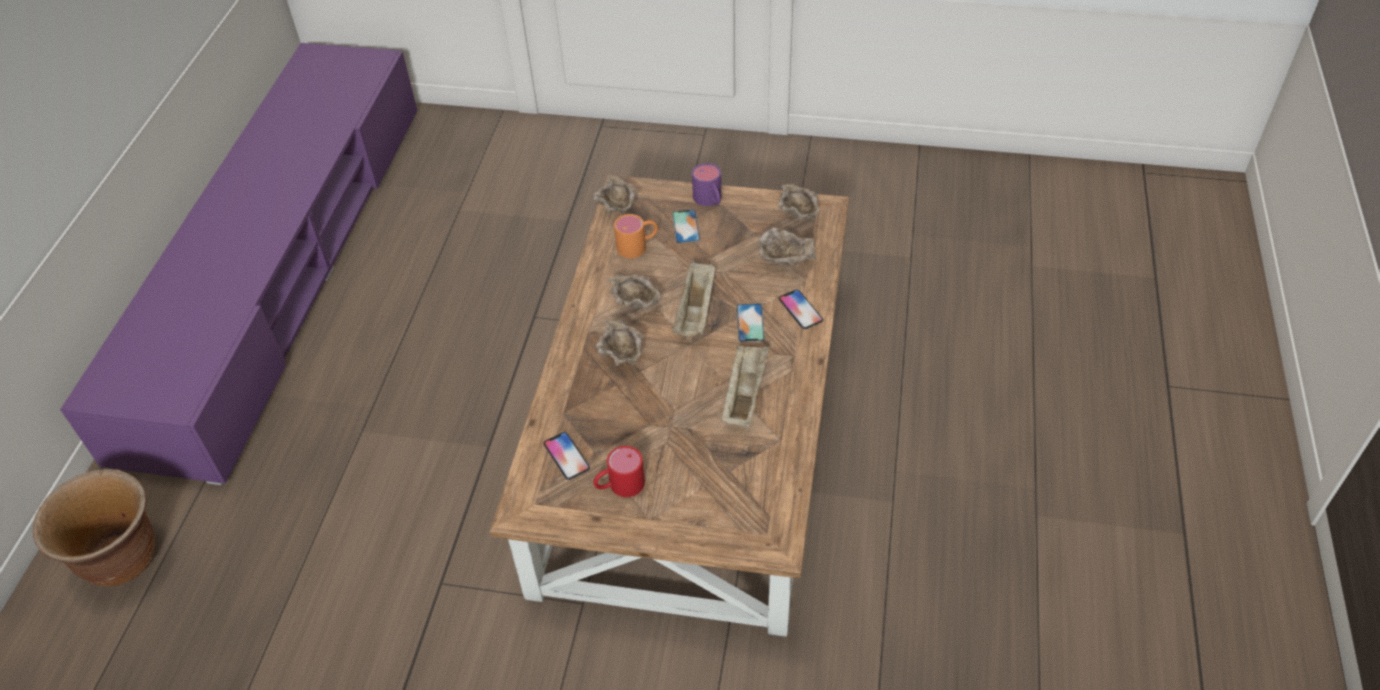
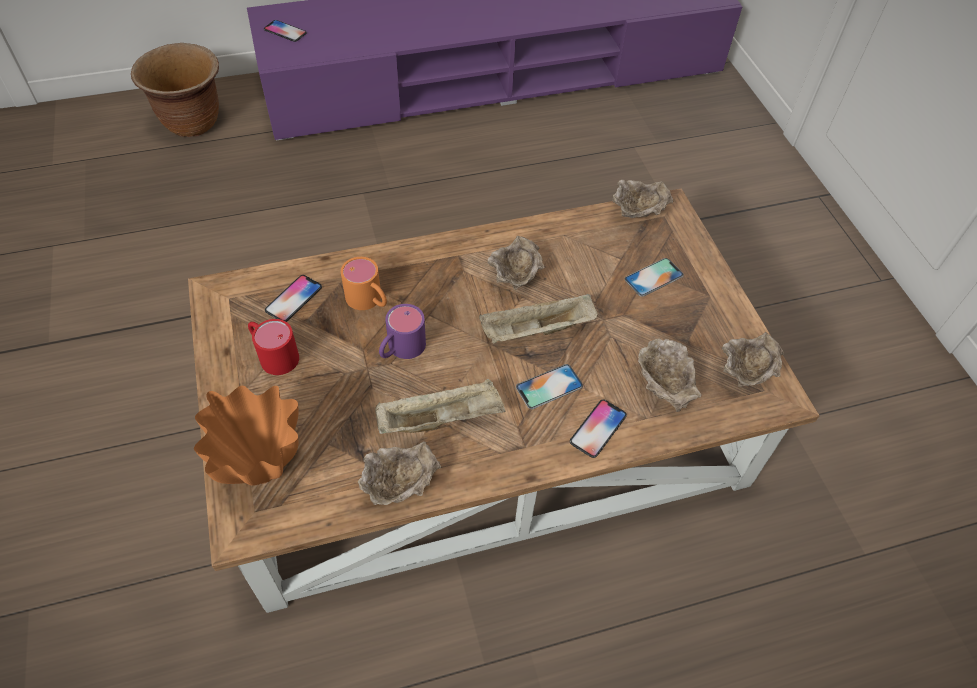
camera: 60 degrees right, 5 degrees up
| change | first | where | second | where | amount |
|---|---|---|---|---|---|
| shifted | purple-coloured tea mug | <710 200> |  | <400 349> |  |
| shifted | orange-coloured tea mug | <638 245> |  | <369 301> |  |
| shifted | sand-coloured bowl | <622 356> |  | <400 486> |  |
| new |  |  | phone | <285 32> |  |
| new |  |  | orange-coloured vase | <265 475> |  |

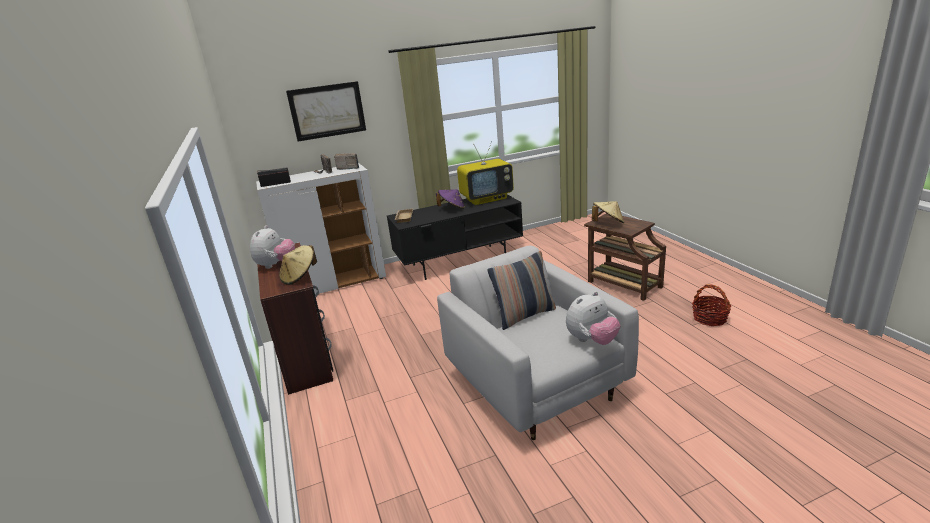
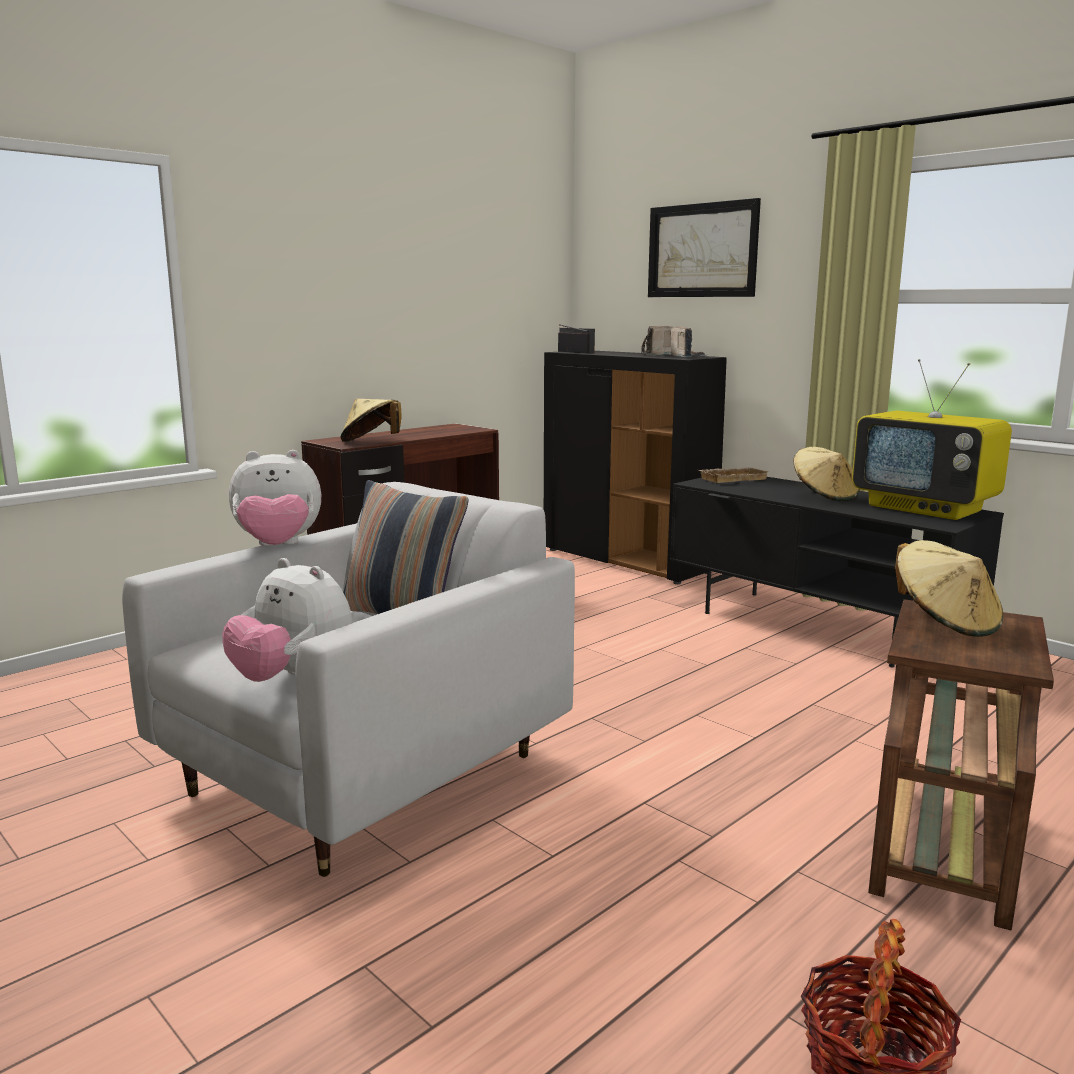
camera: 65 degrees right, 10 degrees down
| change | first | where | second | where | amount |
|---|---|---|---|---|---|
| repainted | whitish storage cabinet | <336 284> | black storage cabinet | <627 561> |  |
| repainted | purple-coloured hat | <452 208> | sand-coloured hat | <824 495> |  |
| shifted | plush toy | <276 265> |  | <278 547> |  |

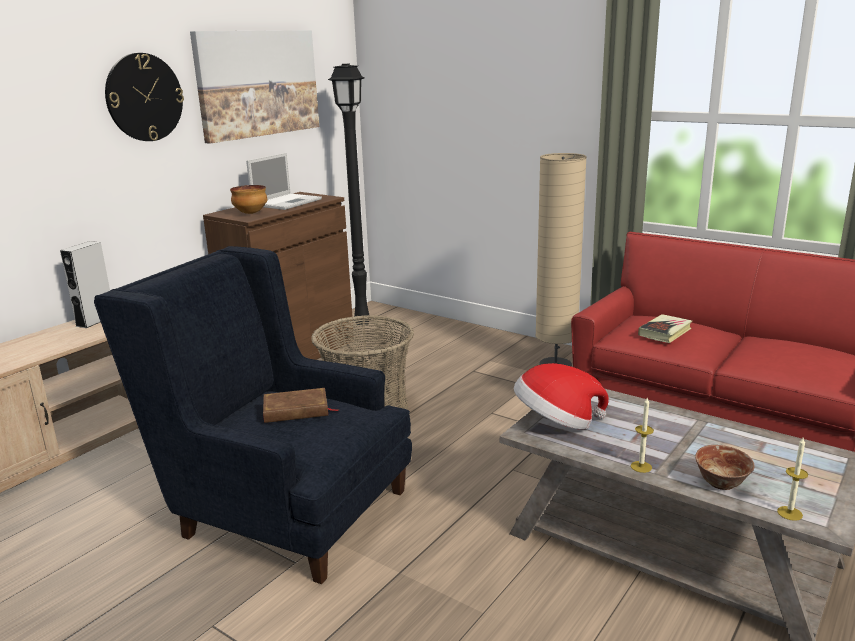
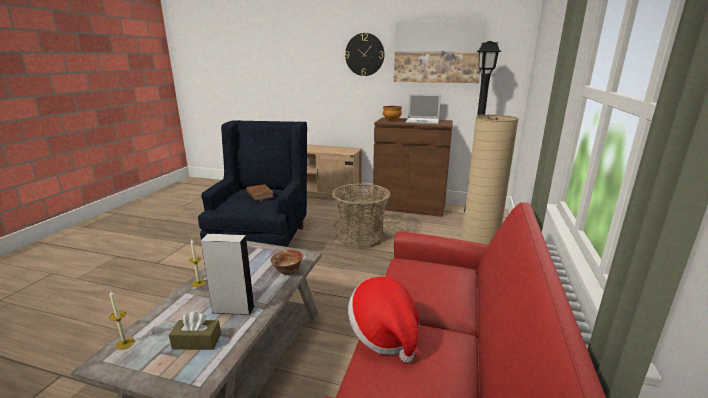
camera: 70 degrees right, 0 degrees up
| change | first | where | second | where | amount |
|---|---|---|---|---|---|
| shifted | greyish loudspeaker | <95 321> |  | <233 309> |  |
| gone | volume | <665 332> |  |  |  |
| shifted | hat | <556 423> |  | <384 334> |  |
| shifted | bowl | <721 483> |  | <288 271> |  |
| new |  |  | brown-coloured box of tissues | <197 341> |  |

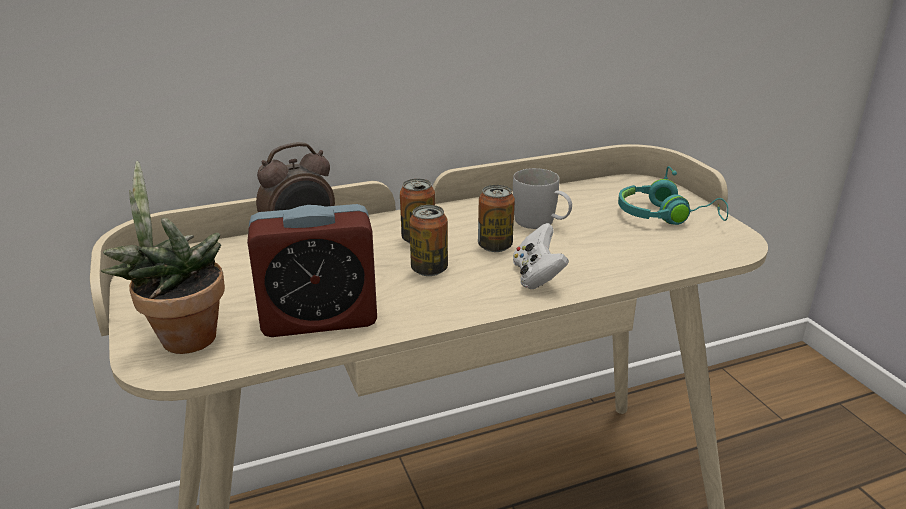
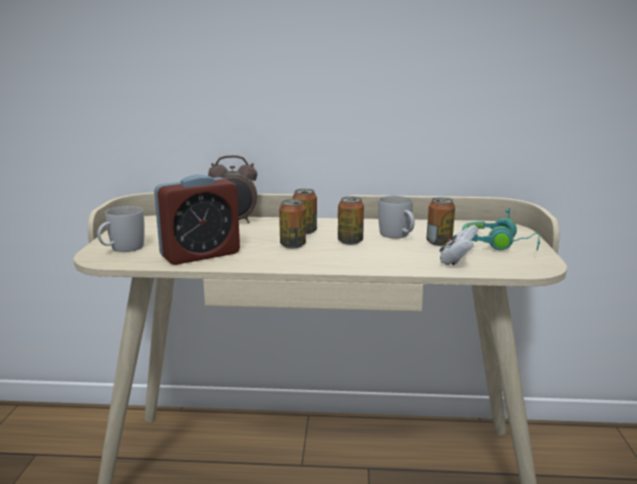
camera: 25 degrees right, 10 degrees down
| change | first | where | second | where | amount |
|---|---|---|---|---|---|
| swapped | houseplant | <182 336> | whitish tea mug | <122 249> |  |
| rotated | table clock | <319 319> |  | <200 255> | 45 degrees counterclockwise |
| shifted | whitish game controller | <537 276> |  | <457 260> |  |
| new |  |  | can | <439 243> |  |

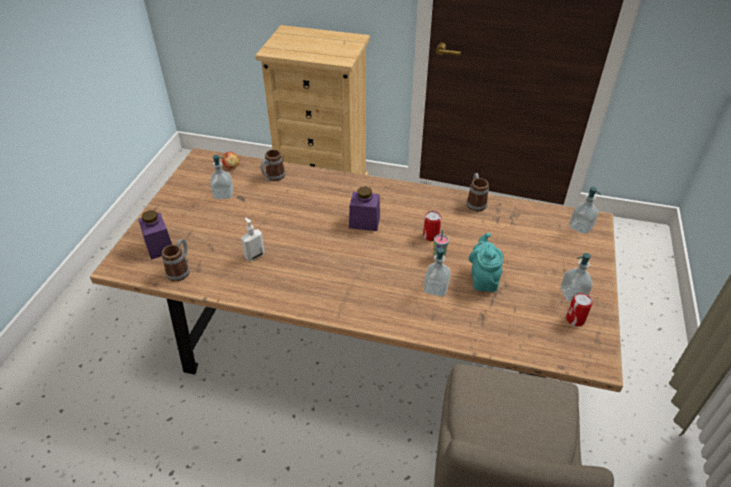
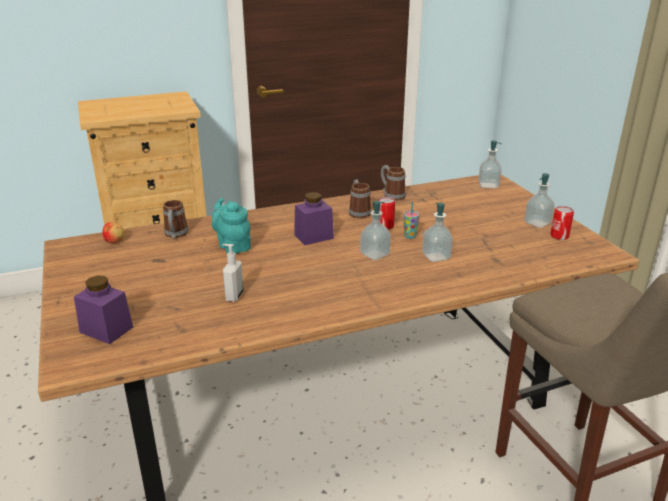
camera: 35 degrees left, 15 degrees down
| change | first | where | second | where | amount |
|---|---|---|---|---|---|
| shifted | liquid soap bottle | <223 194> |  | <375 254> |  |
| shifted | blue-green teapot | <483 279> |  | <233 246> |  |
| shifted | tea mug | <181 270> |  | <358 212> |  |

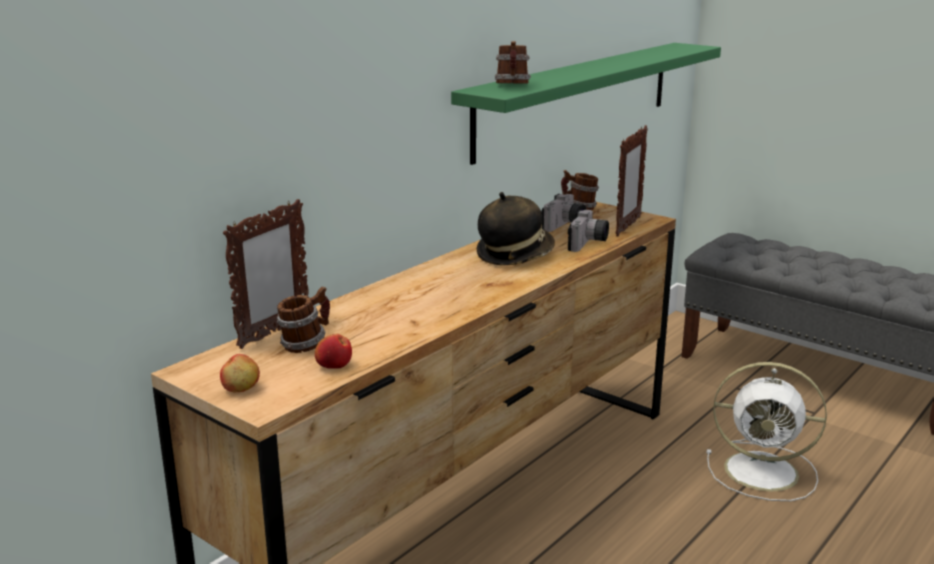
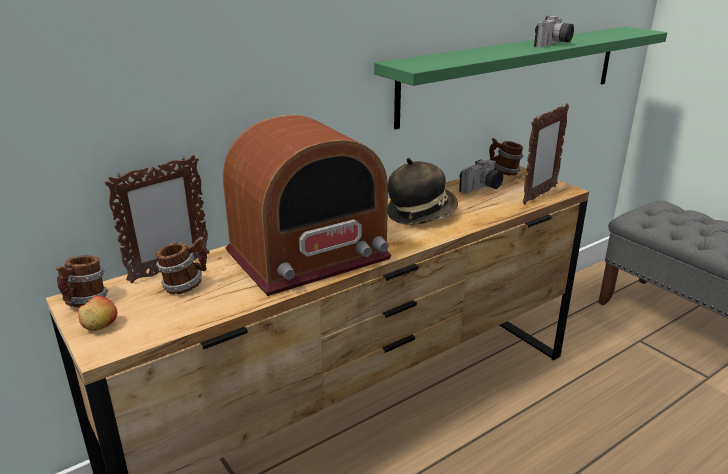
camera: 15 degrees right, 5 degrees up
| change | first | where | second | where | amount |
|---|---|---|---|---|---|
| shifted | tea mug | <512 86> |  | <85 303> |  |
| shifted | photo camera | <588 244> |  | <554 44> |  |
| gone | apple fruit | <333 365> |  |  |  |
| gone | whitish cooling fan | <764 472> |  |  |  |
| new |  |  | radio receiver | <308 256> |  |

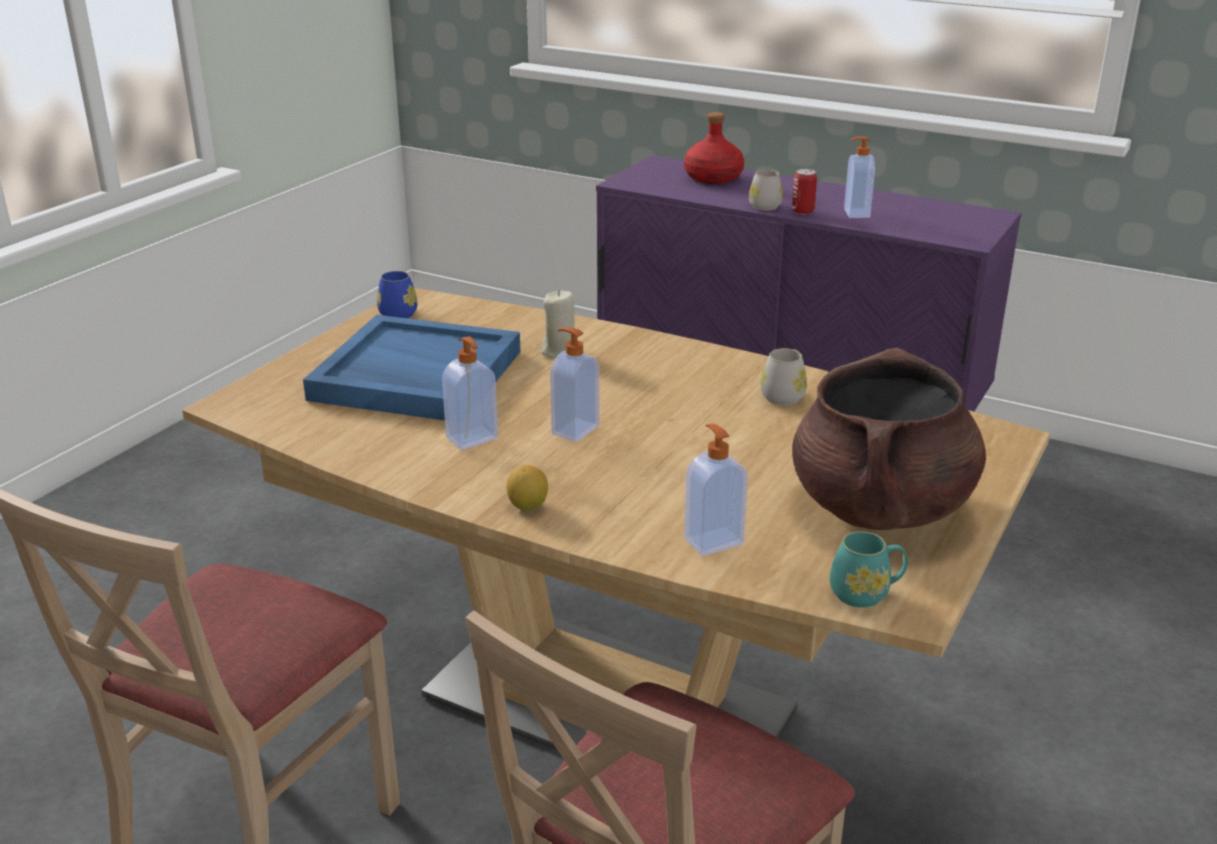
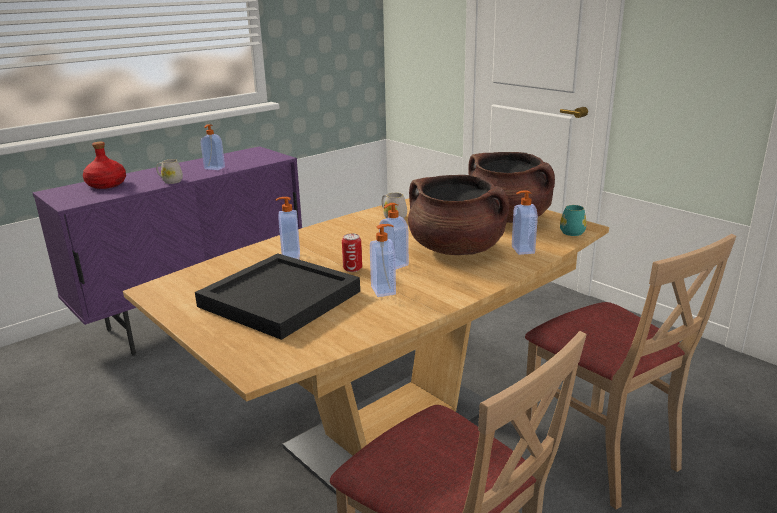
camera: 70 degrees left, 5 degrees down
| change | first | where | second | where | amount |
|---|---|---|---|---|---|
| shifted | can | <802 211> |  | <352 269> |  |
| gone | blue-coloured tea mug | <399 312> |  |  |  |
| swapped | sand-coloured candle | <561 351> | liquid soap bottle | <290 256> |  |
| repainted | blue-coloured tray | <415 376> | black tray | <280 299> |  |
| gone | citrus fruit | <528 506> |  |  |  |
| new |  |  | brown-coloured saucepot | <456 249> |  |

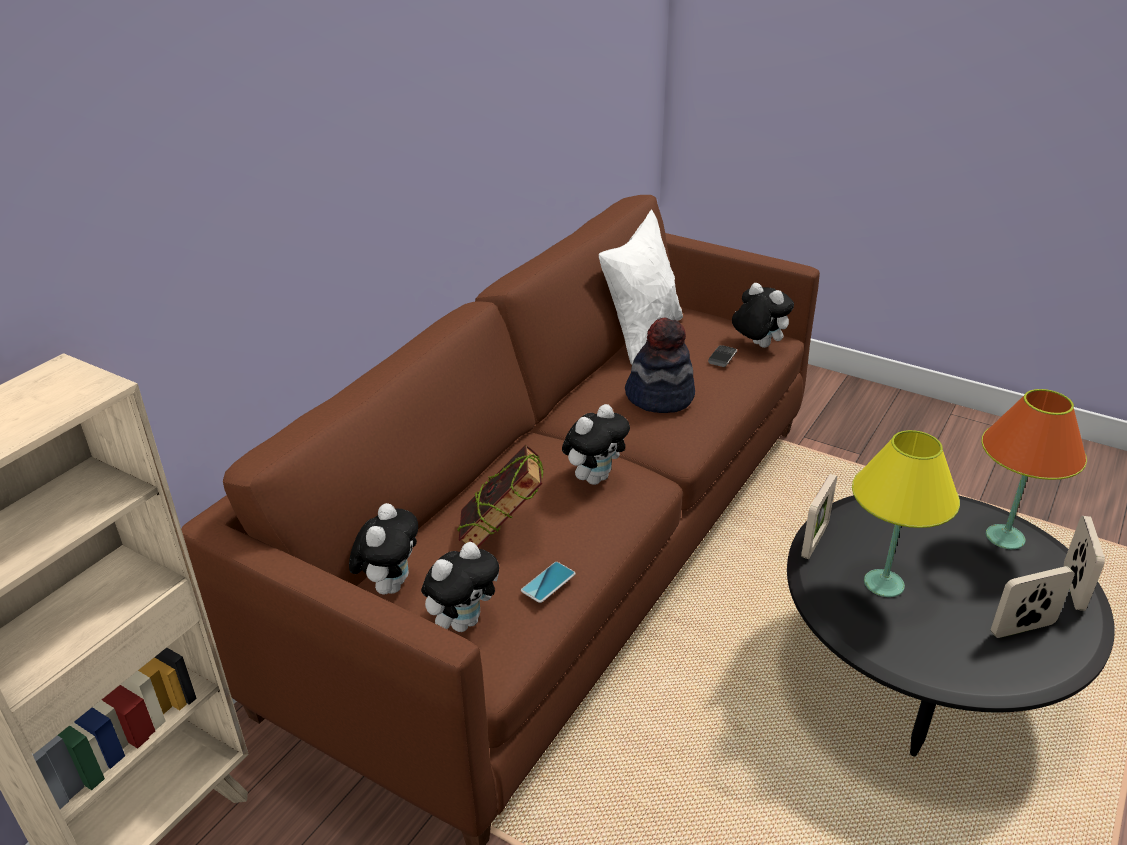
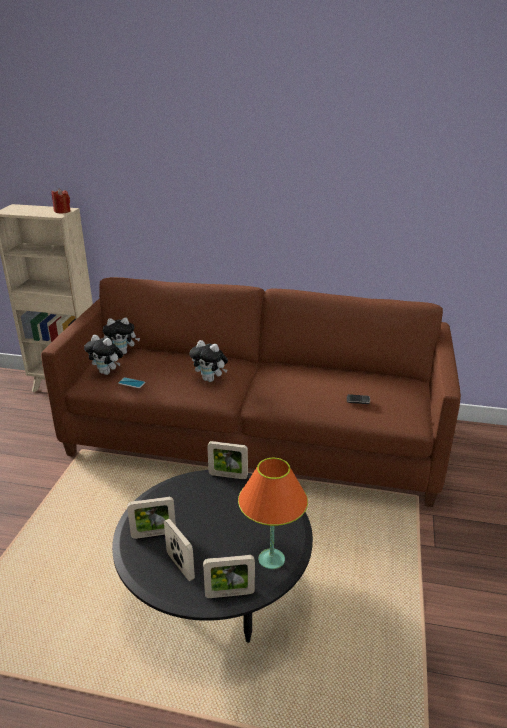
camera: 70 degrees right, 5 degrees down
| change | first | where | second | where | amount |
|---|---|---|---|---|---|
| gone | whitish cushion | <641 337> |  |  |  |
| gone | plush toy | <757 345> |  |  |  |
| gone | hat | <660 397> |  |  |  |
| gone | yellowish tabletop lamp | <884 584> |  |  |  |
| gone | volume | <502 534> |  |  |  |
| new |  |  | red-coloured candle | <62 211> |  |
| new |  |  | picture frame | <153 534> |  |

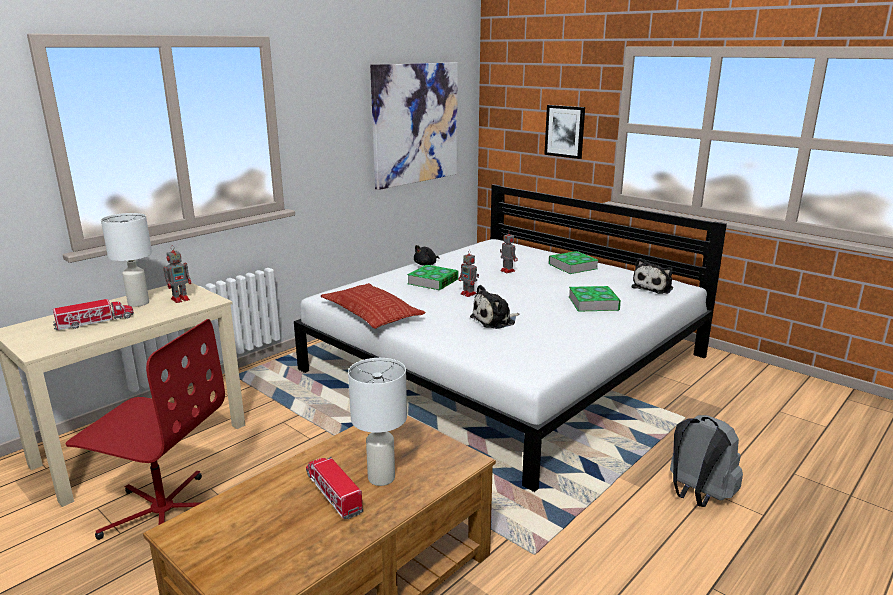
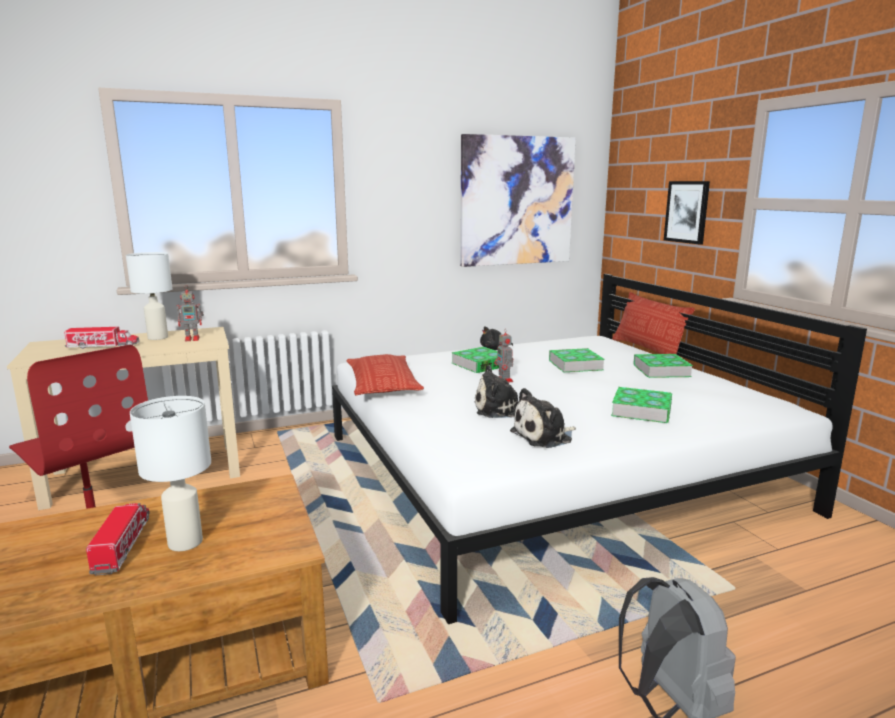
camera: 25 degrees right, 5 degrees down
| change | first | where | second | where | amount |
|---|---|---|---|---|---|
| swapped | robot figure | <507 270> | volume | <575 365> |  |
| shifted | plush toy | <653 288> |  | <544 436> |  |
| new |  |  | cushion | <647 349> |  |

